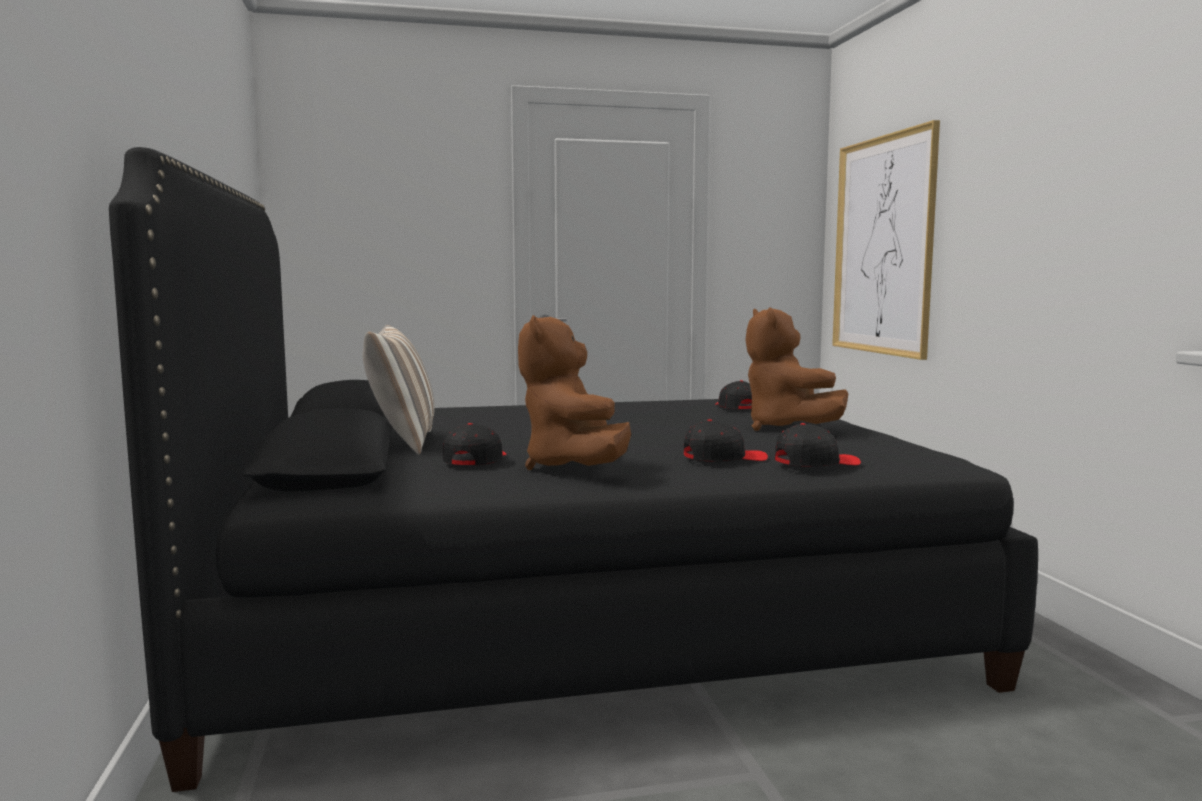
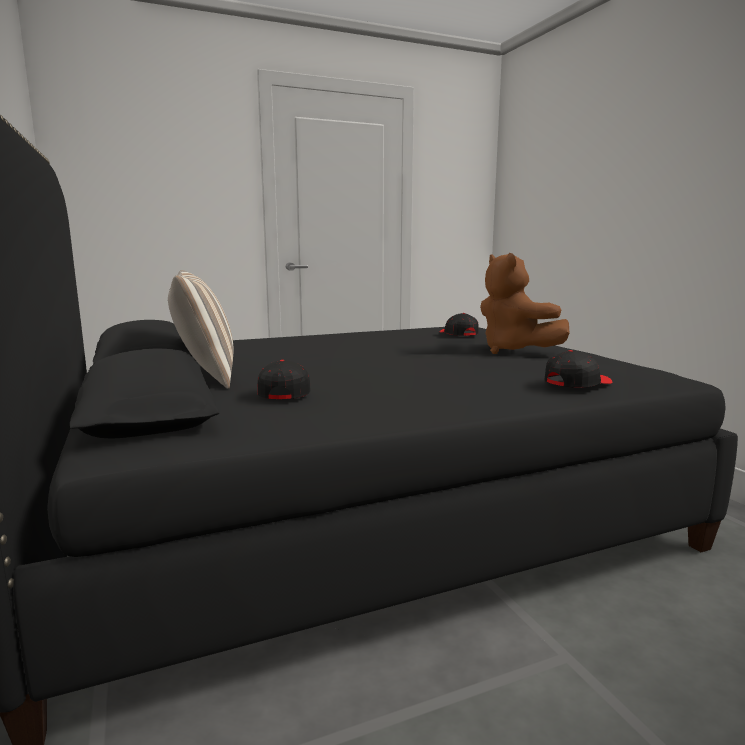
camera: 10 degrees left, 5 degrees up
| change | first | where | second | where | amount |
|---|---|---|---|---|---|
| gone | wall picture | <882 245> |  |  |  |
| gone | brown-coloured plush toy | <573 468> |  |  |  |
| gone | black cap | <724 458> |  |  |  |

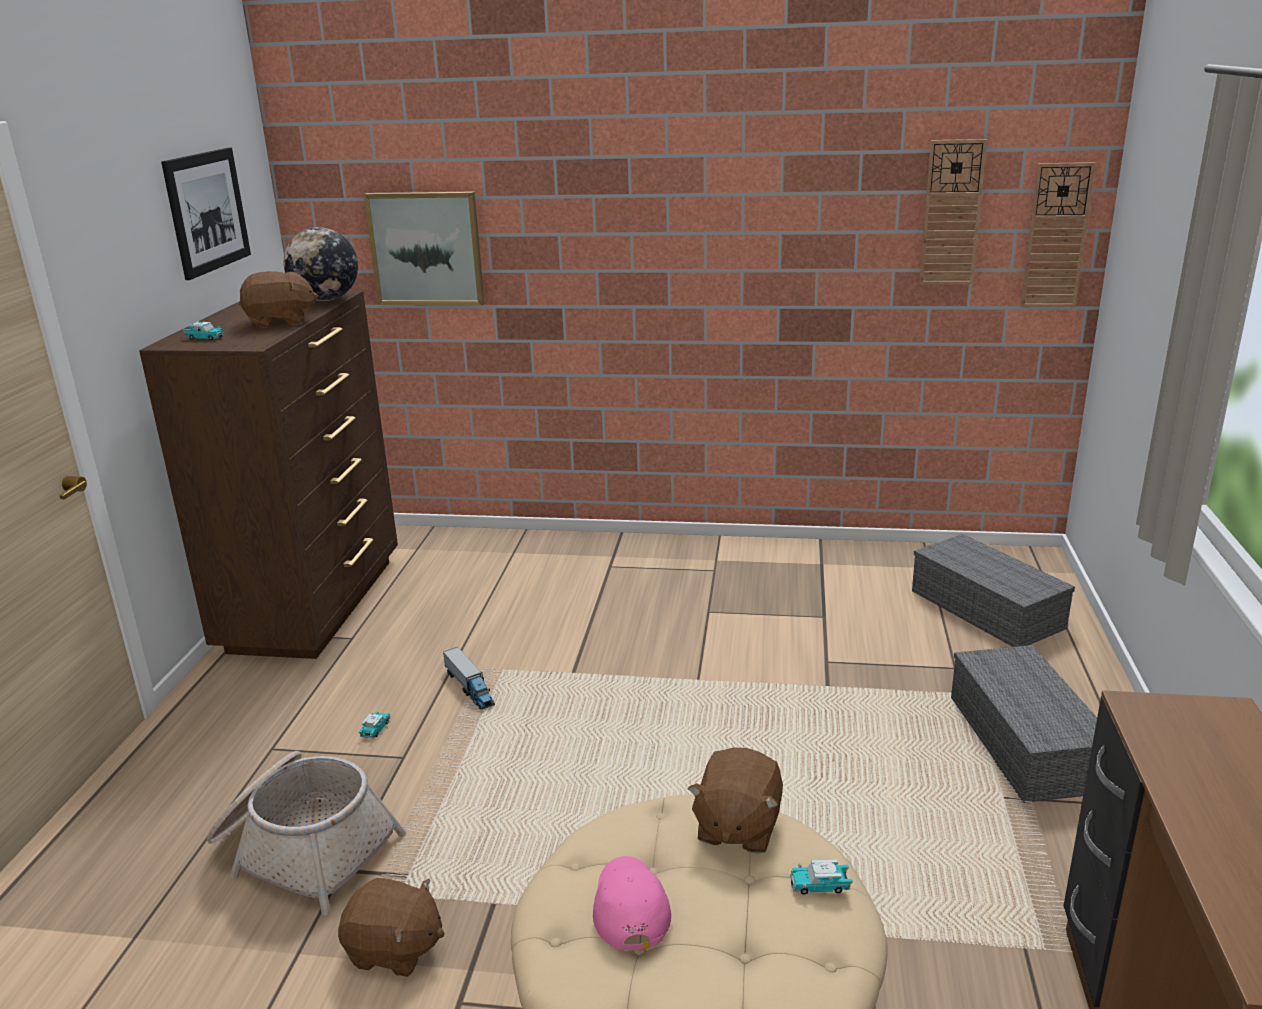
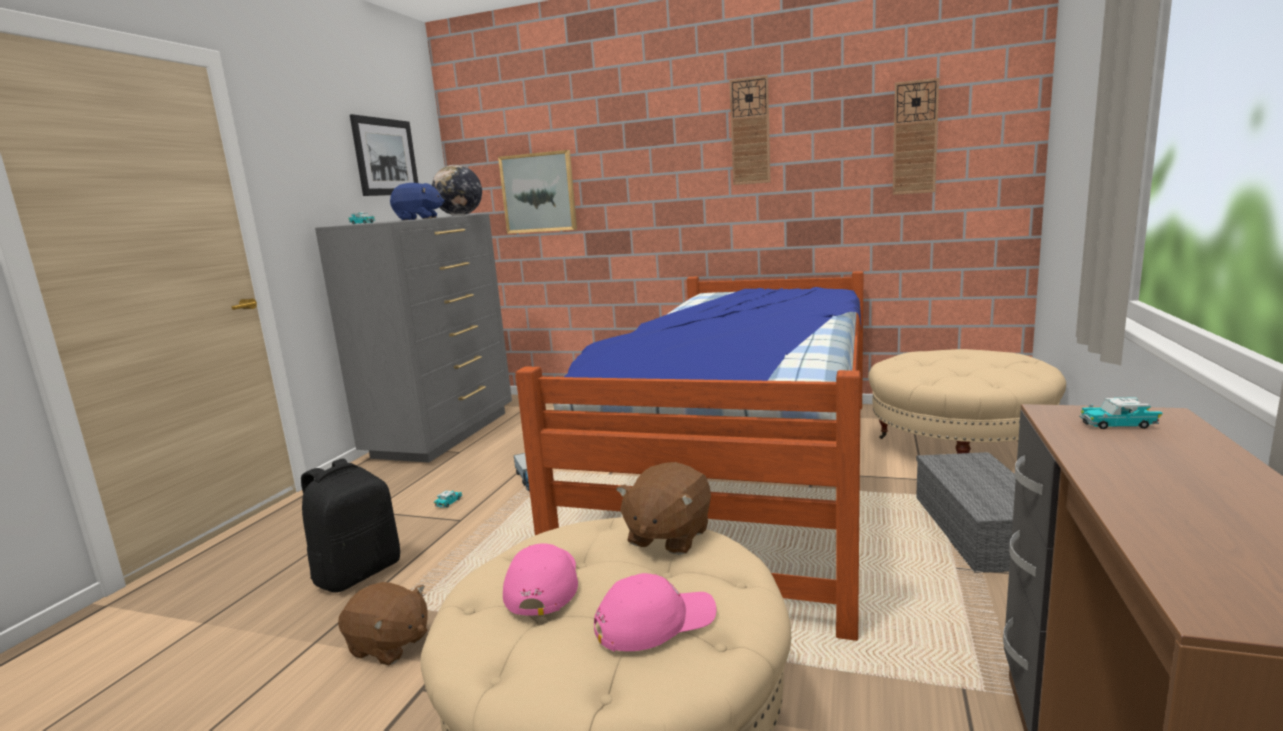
camera: 10 degrees right, 10 degrees down
| change | first | where | second | where | amount |
|---|---|---|---|---|---|
| shifted | wall clock | <1056 236> |  | <750 131> |  |
| repainted | brown-coloured plush toy | <280 322> | blue-coloured plush toy | <418 219> |  |
| repainted | brown-coloured chest of drawers | <315 604> | greyish chest of drawers | <444 434> |  |
| swapped | greyish storage box | <989 609> | sand-coloured ottoman | <959 444> |  |
| swapped | basket | <303 848> | black backpack | <358 573> |  |
| shifted | miniature car | <820 885> |  | <1118 424> |  |
| new |  |  | sleeping bed | <743 476> |  |
| new |  |  | pink-coloured cap | <654 621> |  |

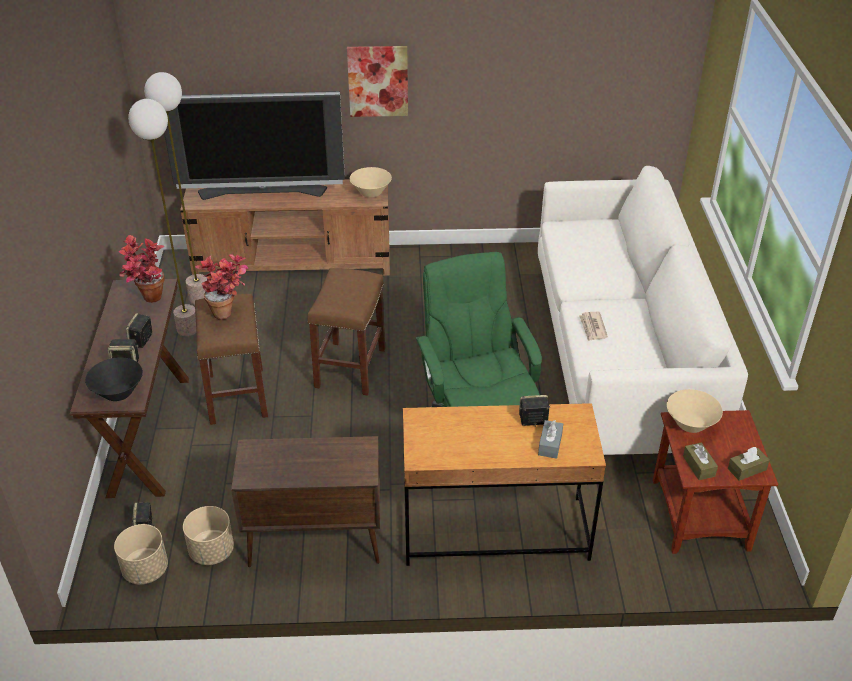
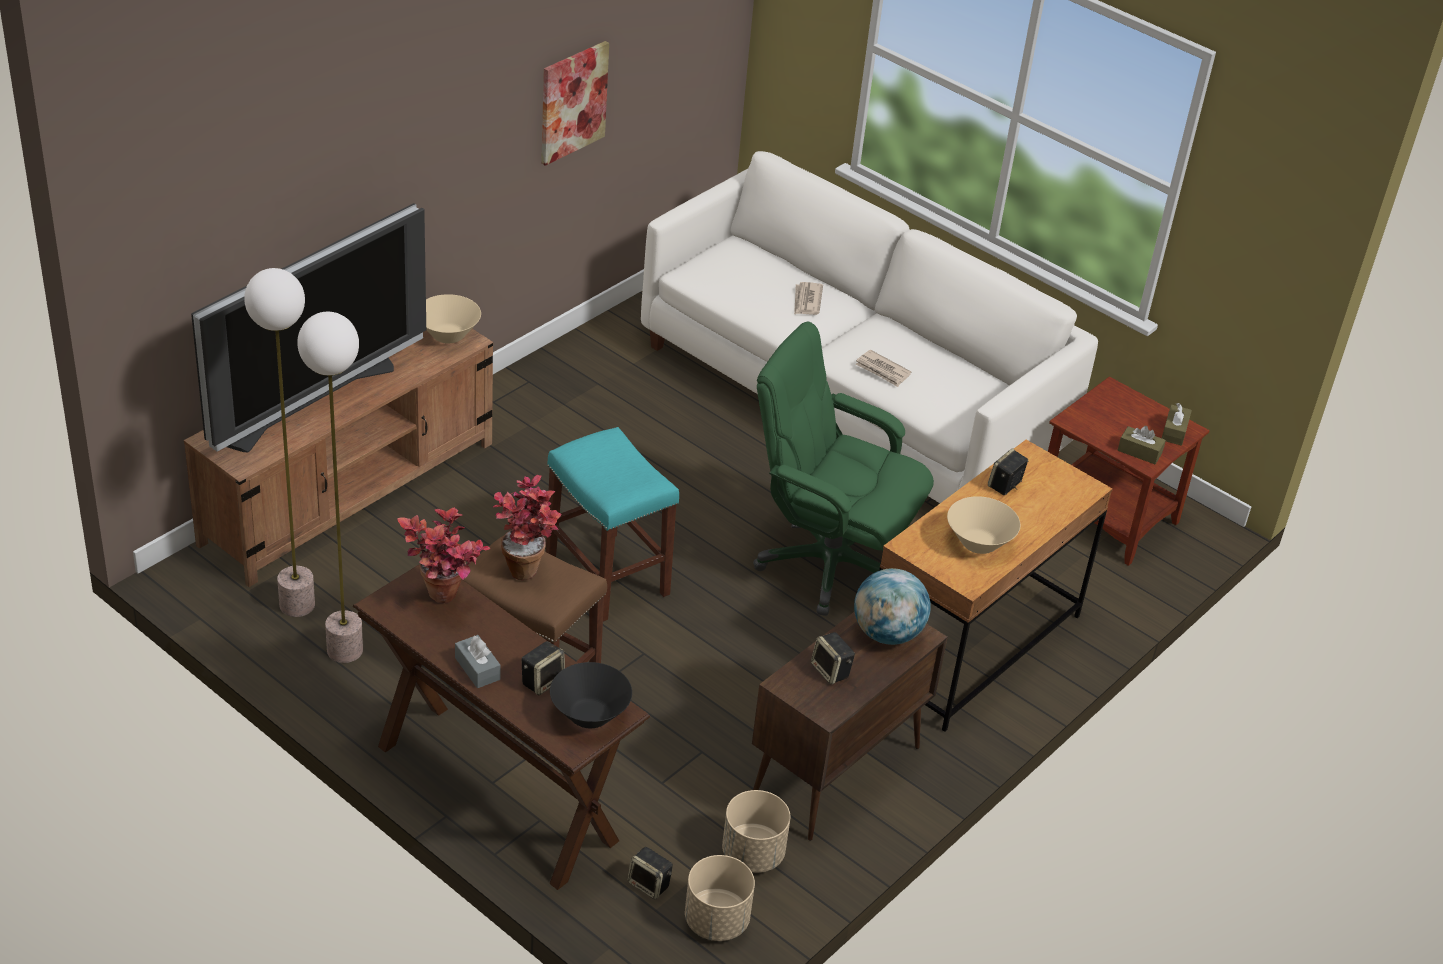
camera: 50 degrees left, 0 degrees up
| change | first | where | second | where | amount |
|---|---|---|---|---|---|
| shifted | wall picture | <378 81> |  | <573 102> |  |
| repainted | brown-coloured stool | <350 367> | blue-green stool | <605 576> |  |
| shifted | loudspeaker | <141 341> |  | <831 671> |  |
| shifted | sand-coloured bowl | <690 424> |  | <978 543> |  |
| shifted | greyish box of tissues | <550 444> |  | <477 669> |  |
| new |  |  | newspaper | <807 301> |  |
| new |  |  | desk globe | <887 633> |  |

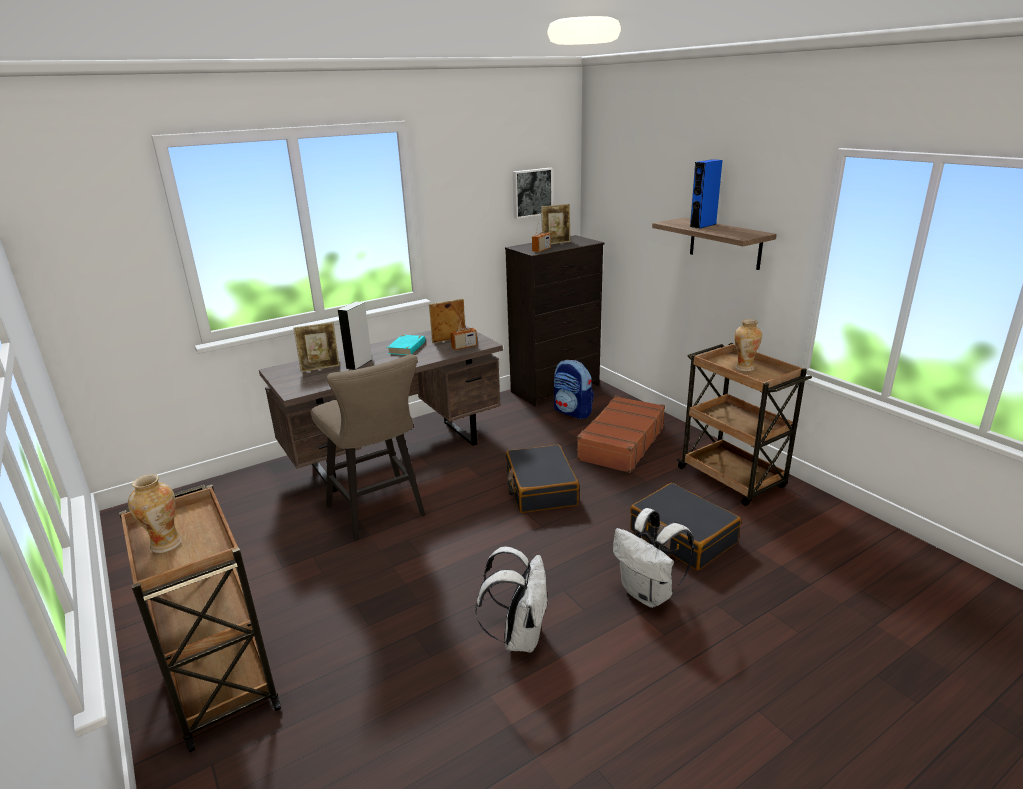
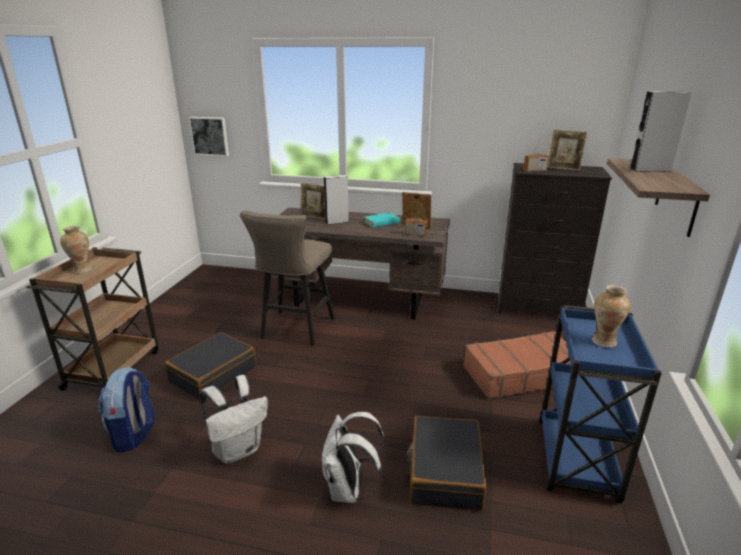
camera: 45 degrees right, 0 degrees up
| change | first | where | second | where | amount |
|---|---|---|---|---|---|
| repainted | blue-coloured loudspeaker | <703 225> | greyish loudspeaker | <650 170> |  |
| shifted | wall picture | <531 192> |  | <210 136> |  |
| repainted | brown-coloured trolley | <732 479> | blue-coloured trolley | <576 461> |  |
| shifted | backpack | <573 412> |  | <134 434> |  |
| shifted | black suitcase | <540 489> |  | <213 374> |  |

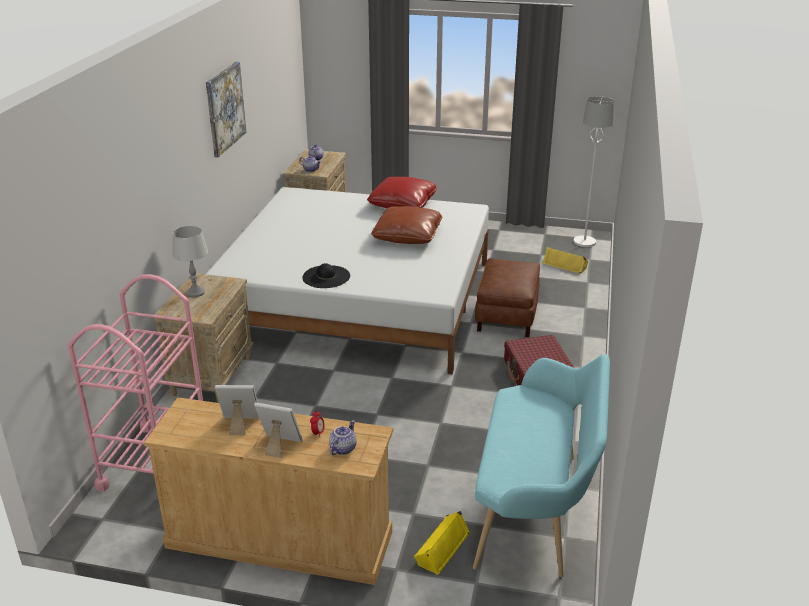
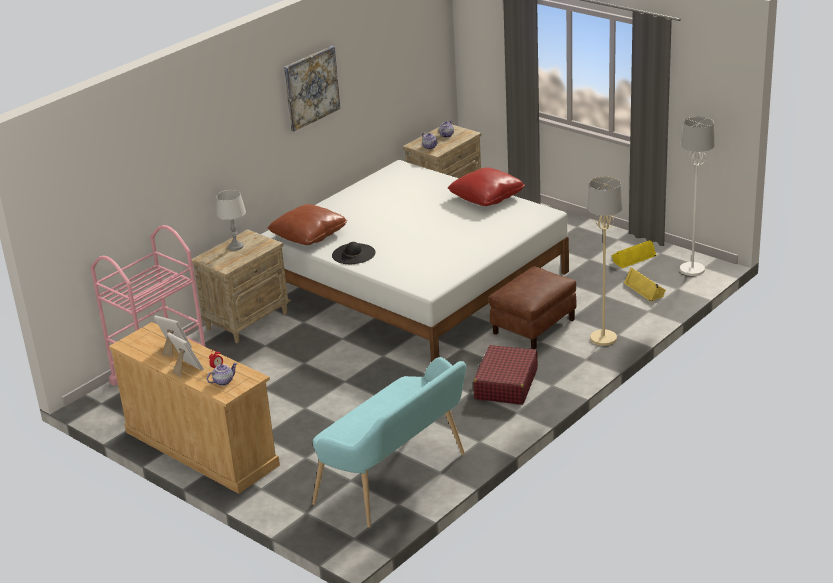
camera: 30 degrees right, 0 degrees up
| change | first | where | second | where | amount |
|---|---|---|---|---|---|
| shifted | brown-coloured cushion | <407 236> |  | <309 235> |  |
| shifted | yellowish loudspeaker | <441 547> |  | <633 258> |  |
| new |  |  | sand-coloured floor lamp | <603 338> |  |

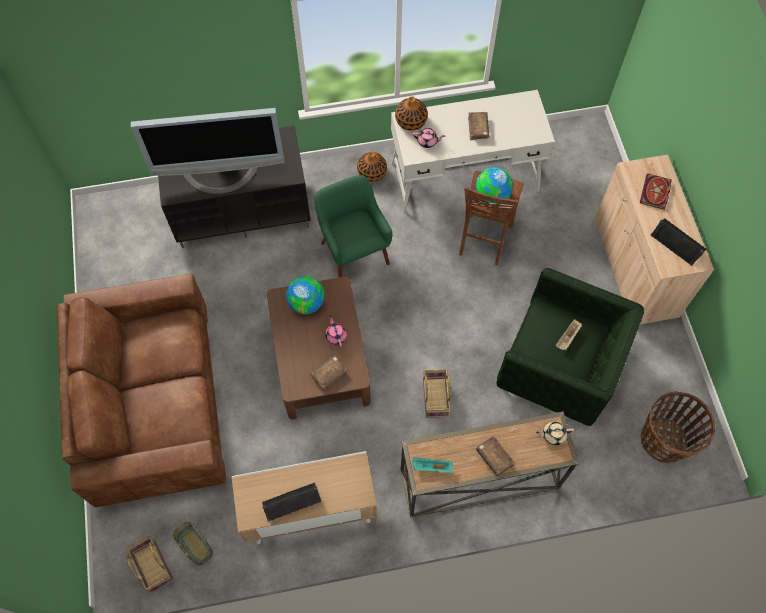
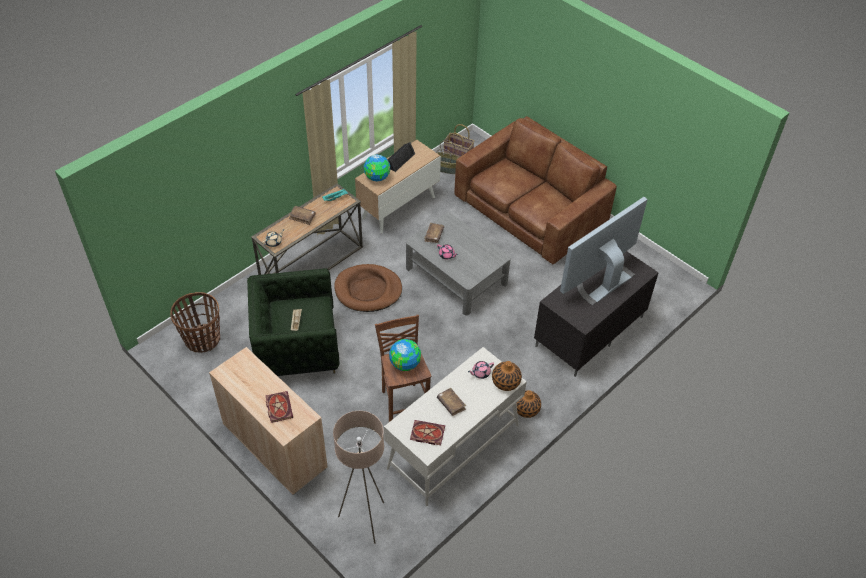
camera: 145 degrees right, 15 degrees down
| change | first | where | second | where | amount |
|---|---|---|---|---|---|
| gone | green-coloured armchair | <353 253> |  |  |  |
| gone | black loudspeaker | <677 243> |  |  |  |
| shifted | desk globe | <306 303> |  | <377 177> |  |
| repainted | brown-coloured lounge table | <320 357> | greyish lounge table | <456 276> |  |
| swapped | basket | <434 398> | brown-coloured dog cushion | <368 290> |  |
| new |  |  | sand-coloured floor lamp | <365 520> |  |
| new |  |  | volume | <426 434> |  |

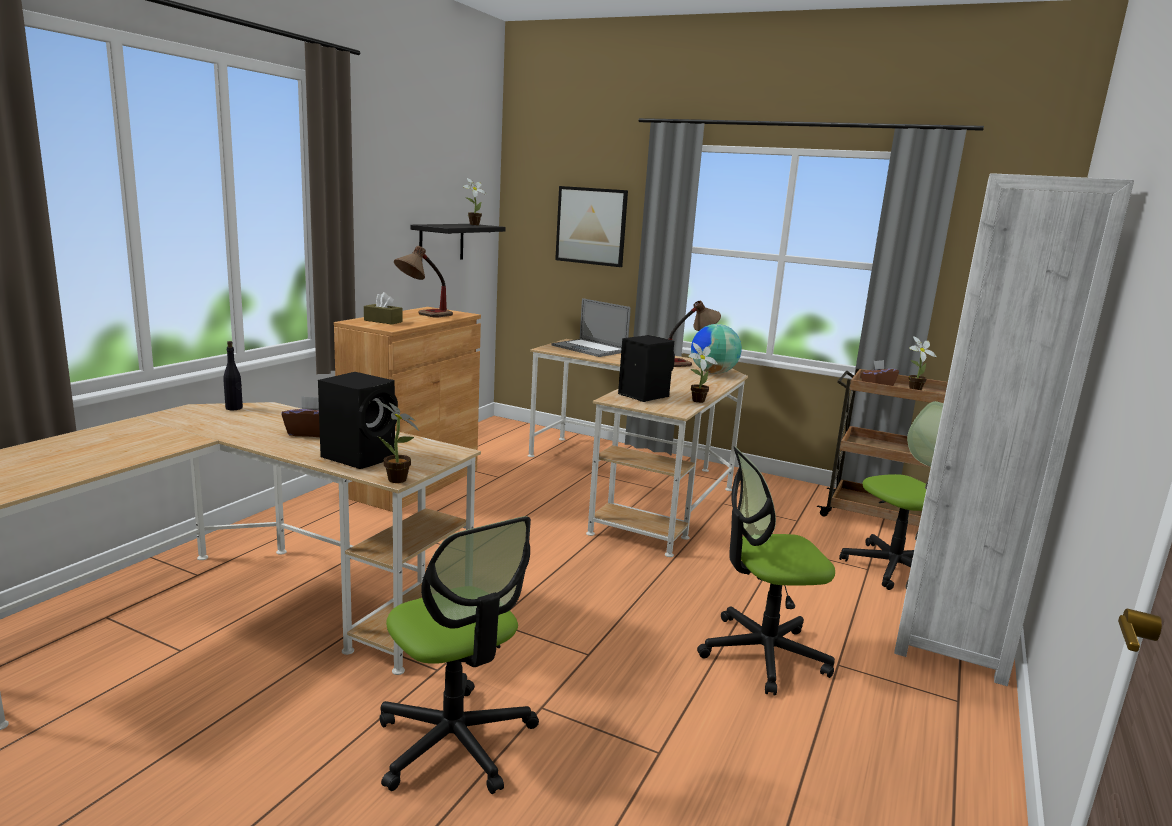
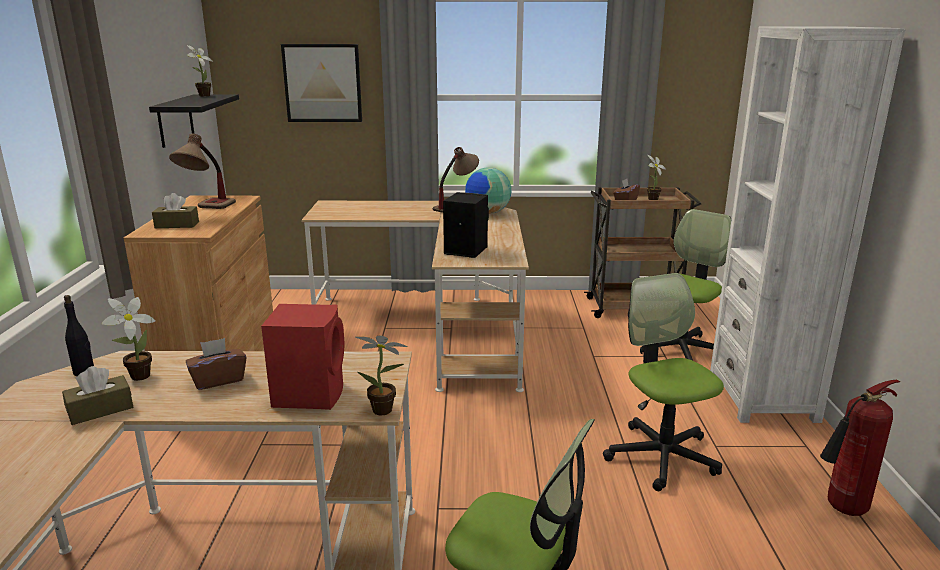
camera: 25 degrees left, 5 degrees up
| change | first | where | second | where | amount |
|---|---|---|---|---|---|
| gone | laptop | <589 348> |  |  |  |
| shifted | houseplant | <696 401> |  | <137 377> |  |
| repainted | black loudspeaker | <360 457> | red-coloured loudspeaker | <310 394> |  |
| rotated | computer chair | <762 653> |  | <661 456> | 105 degrees clockwise |
| new |  |  | brown-coloured box of tissues | <100 410> |  |
| new |  |  | fire extinguisher | <842 510> |  |

